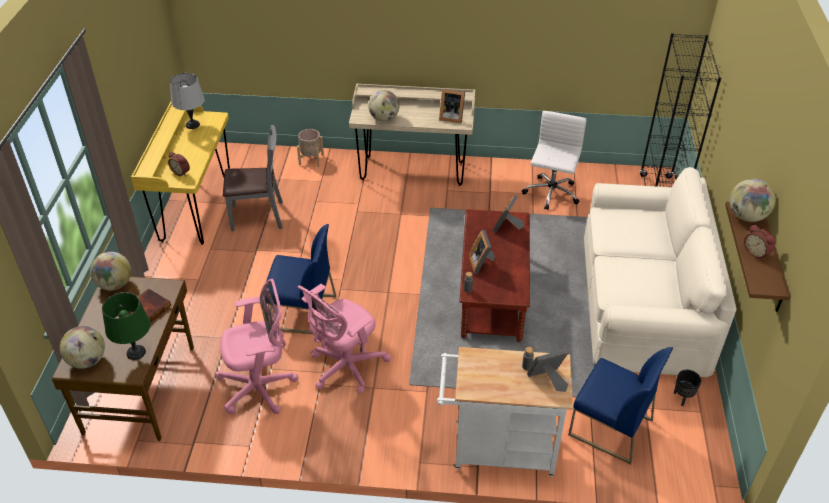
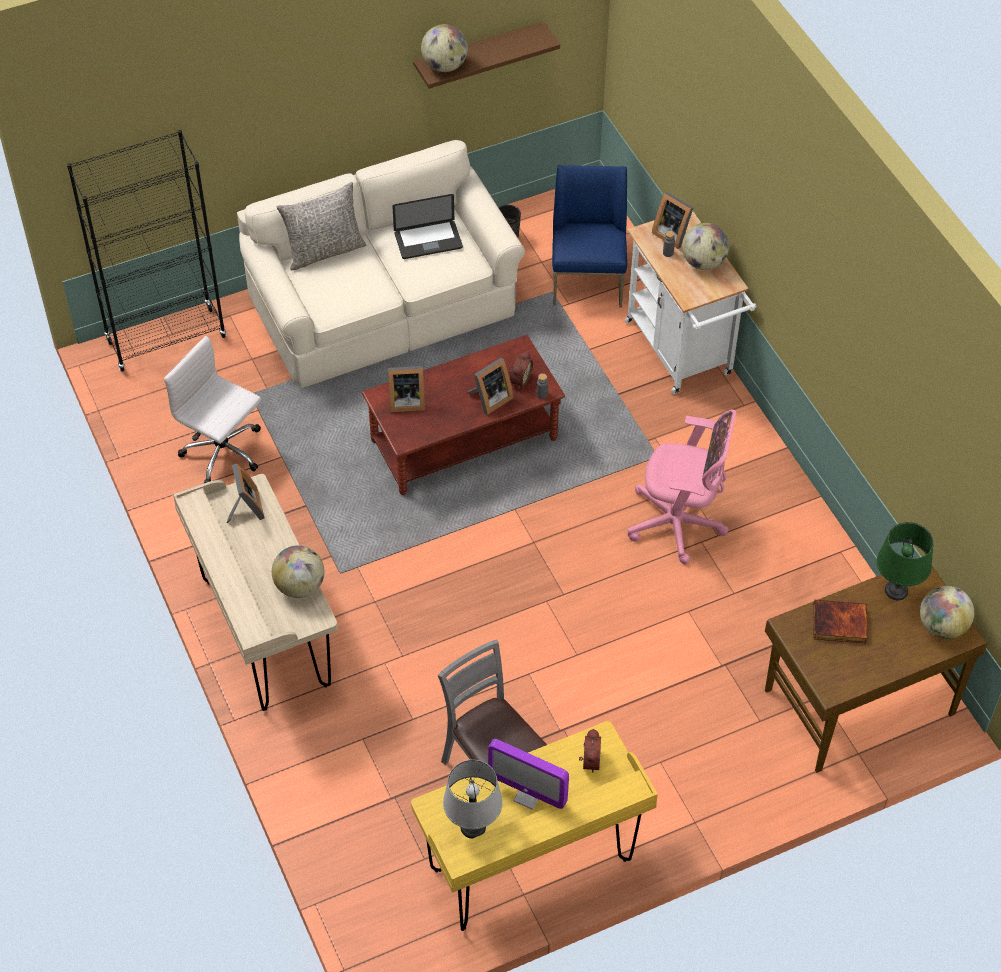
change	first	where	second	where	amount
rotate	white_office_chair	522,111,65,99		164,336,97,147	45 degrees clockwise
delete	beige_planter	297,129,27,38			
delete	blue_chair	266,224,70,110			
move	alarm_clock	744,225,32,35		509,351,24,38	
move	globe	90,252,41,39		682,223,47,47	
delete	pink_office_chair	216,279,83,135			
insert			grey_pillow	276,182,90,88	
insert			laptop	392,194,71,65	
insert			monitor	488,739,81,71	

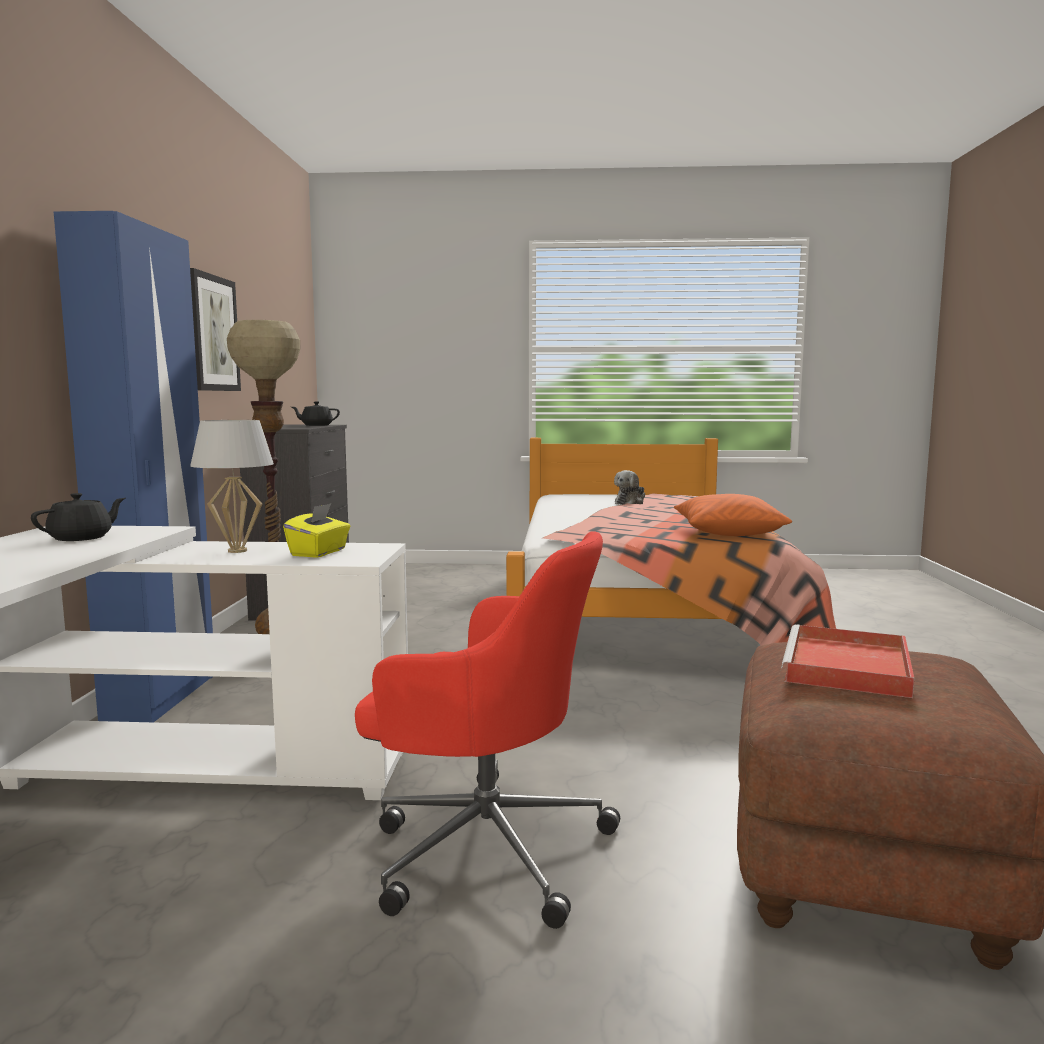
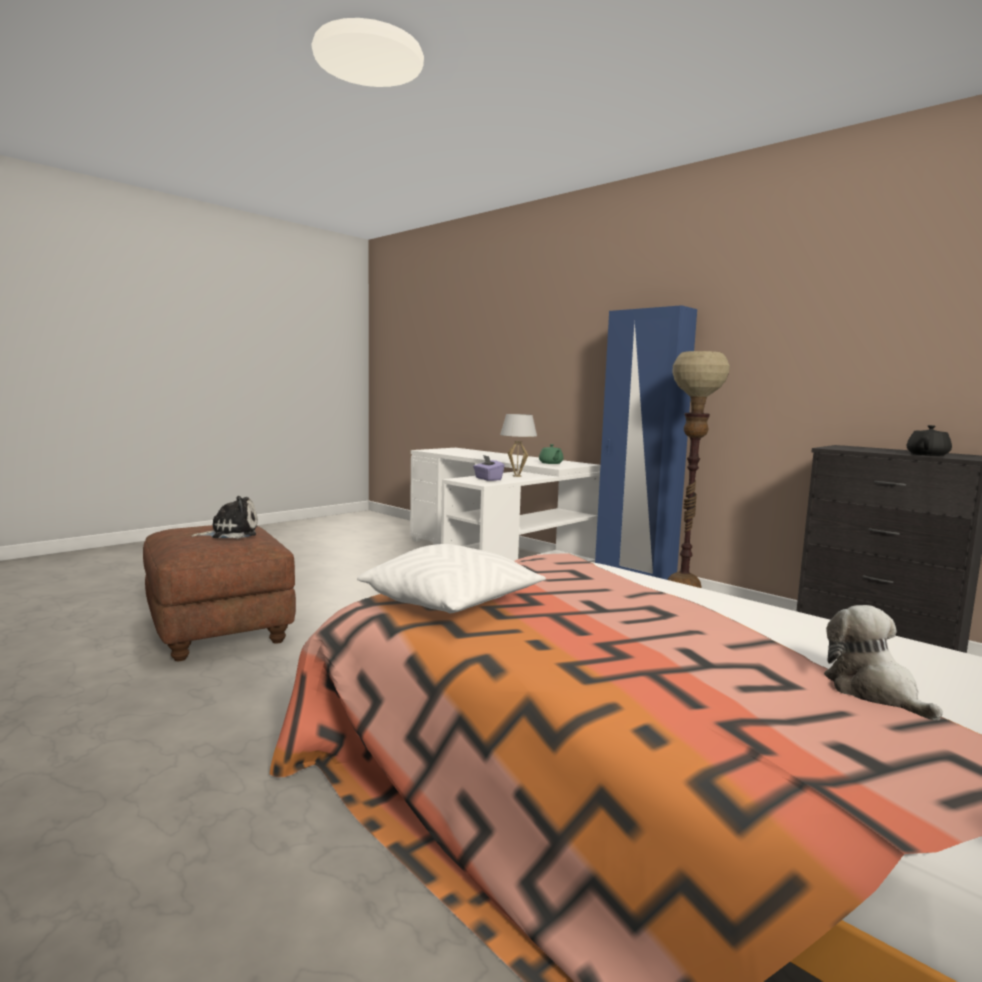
change	first	where	second	where	amount
delete	picture	190,268,51,123			
recolor	black_teapot	31,493,94,48	green_teapot	539,444,24,20	
recolor	orange_pillow	674,494,118,42	white_pillow	357,544,189,69	
recolor	yellow_tissue_box	283,503,67,55	purple_tissue_box	473,455,31,26	
delete	red_office_chair	355,531,265,398			
replace	red_tray	781,625,133,73	plush_toy	192,496,66,43	

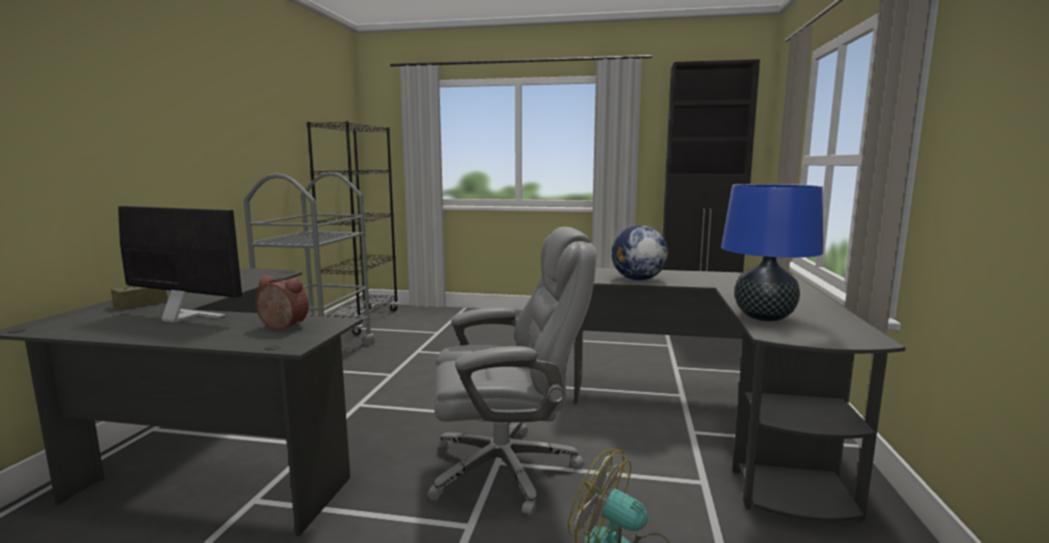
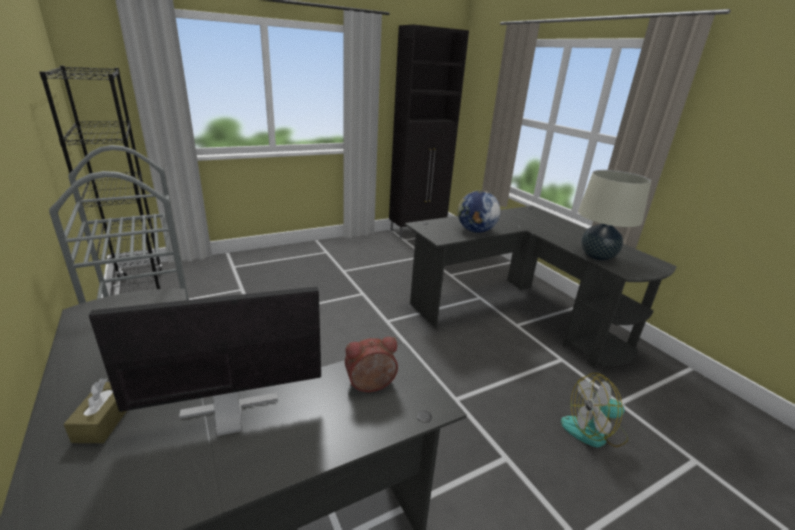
change	first	where	second	where	amount
recolor	blue_table_lamp	721,184,102,138	beige_table_lamp	578,170,73,91	
delete	grey_office_chair	427,227,169,290			

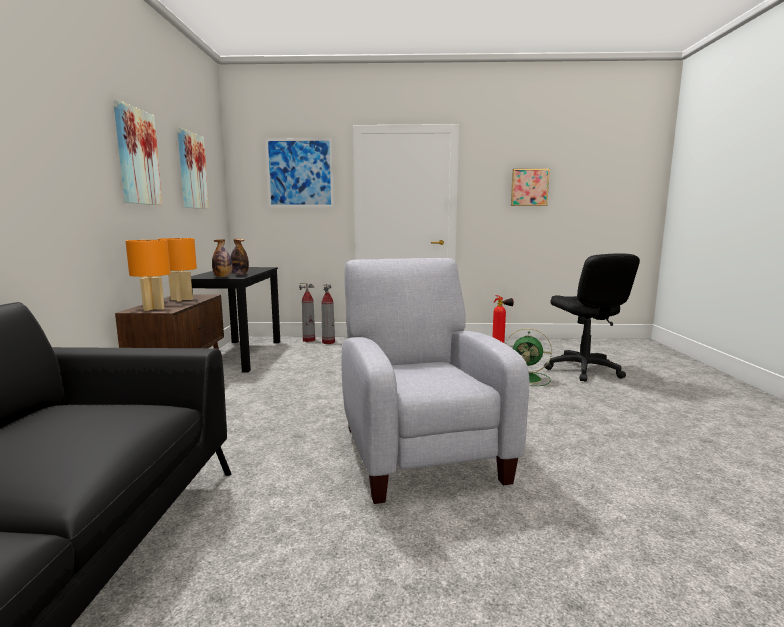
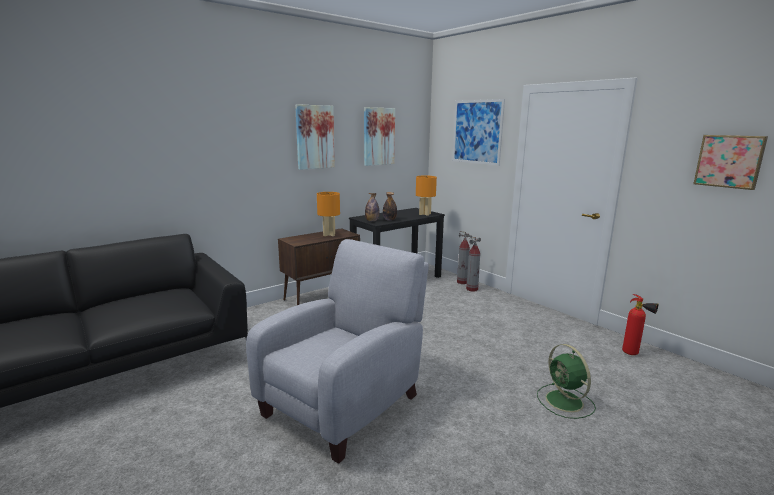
change	first	where	second	where	amount
move	orange_table_lamp	125,240,46,71		416,176,21,40	
delete	black_office_chair	544,253,96,129			

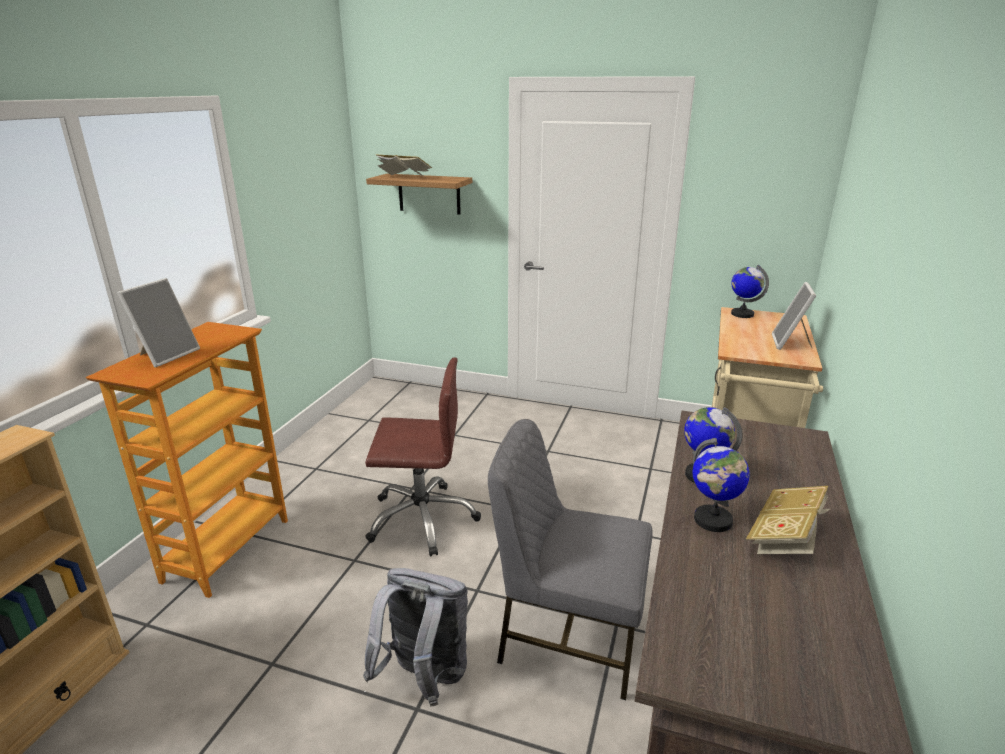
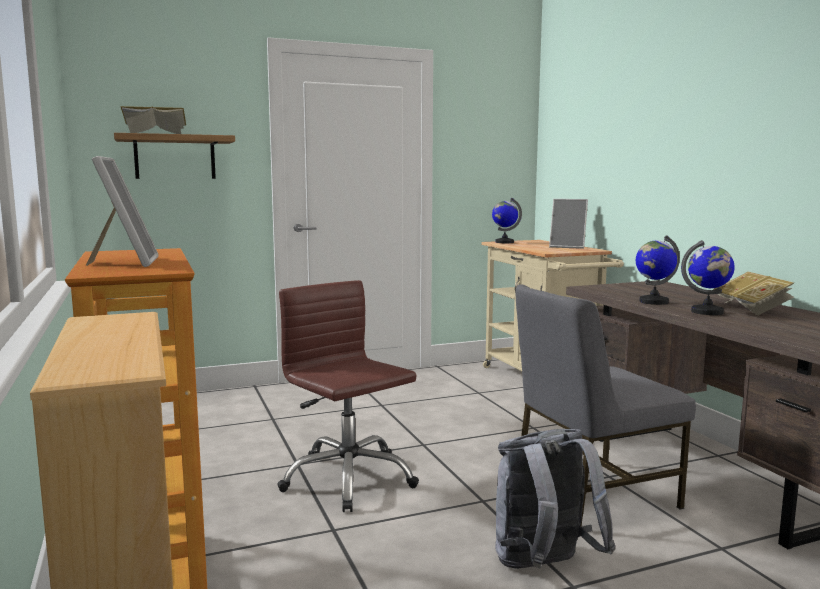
change	first	where	second	where	amount
rotate	picture_frame	772,282,44,68		549,199,39,50	45 degrees counterclockwise
rotate	brown_office_chair	365,357,116,200		277,280,142,232	90 degrees counterclockwise

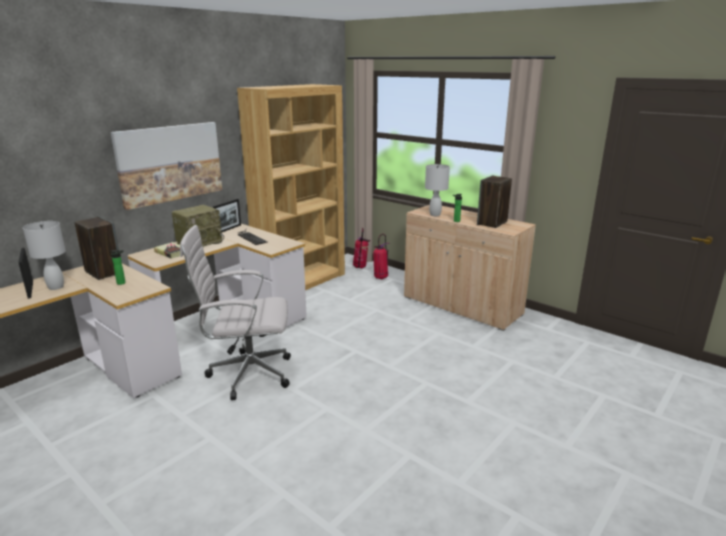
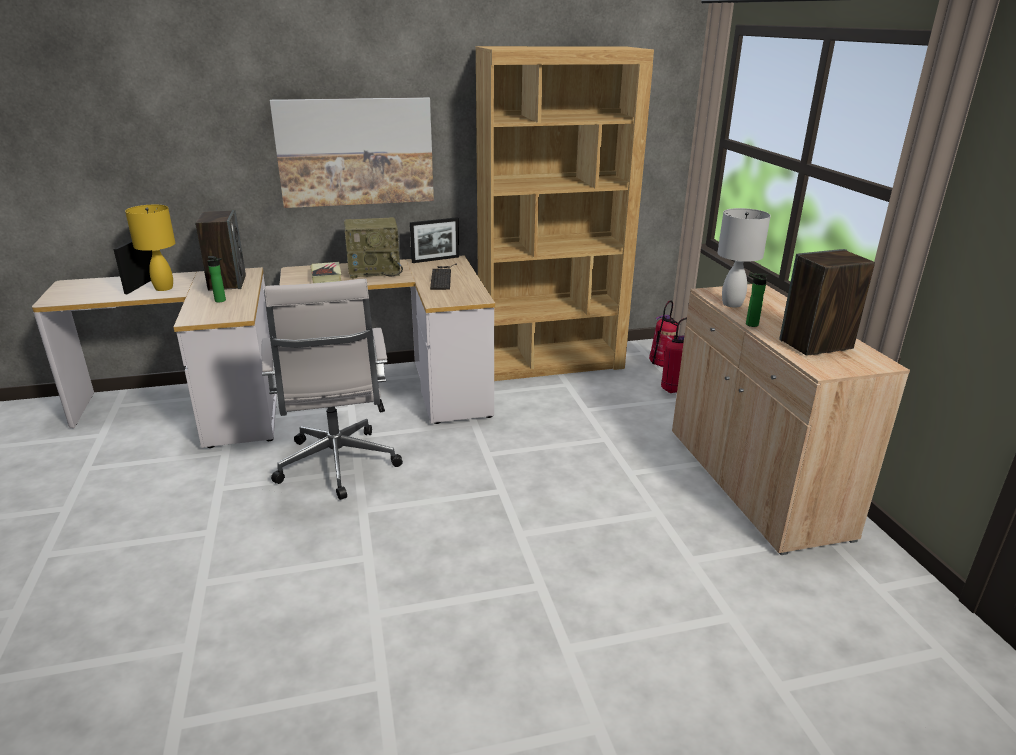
change	first	where	second	where	amount
recolor	white_table_lamp	23,221,43,69	yellow_table_lamp	125,205,50,86	
rotate	white_office_chair	180,225,111,175		262,279,141,221	135 degrees counterclockwise

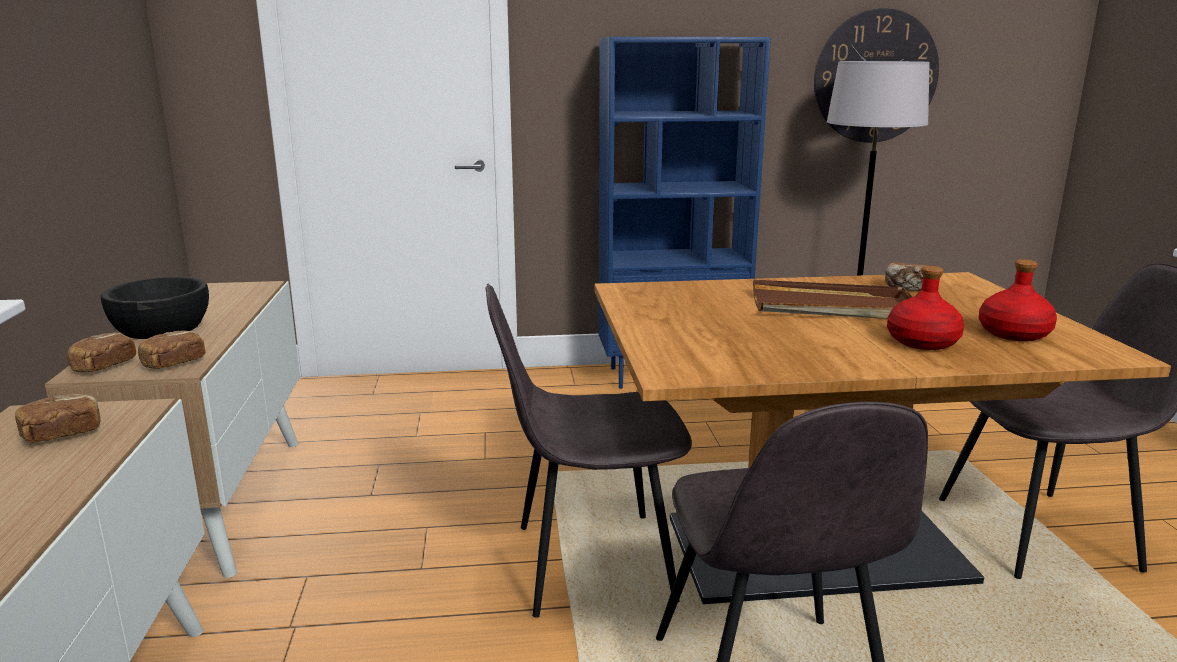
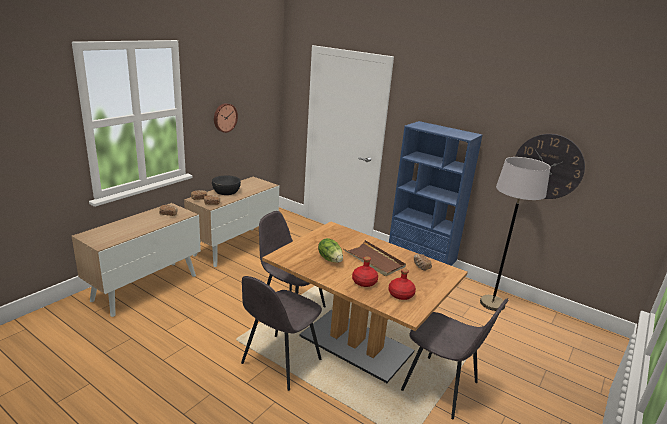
change	first	where	second	where	amount
insert			wall_clock	214,103,24,30	
insert			lettuce	318,238,25,25	

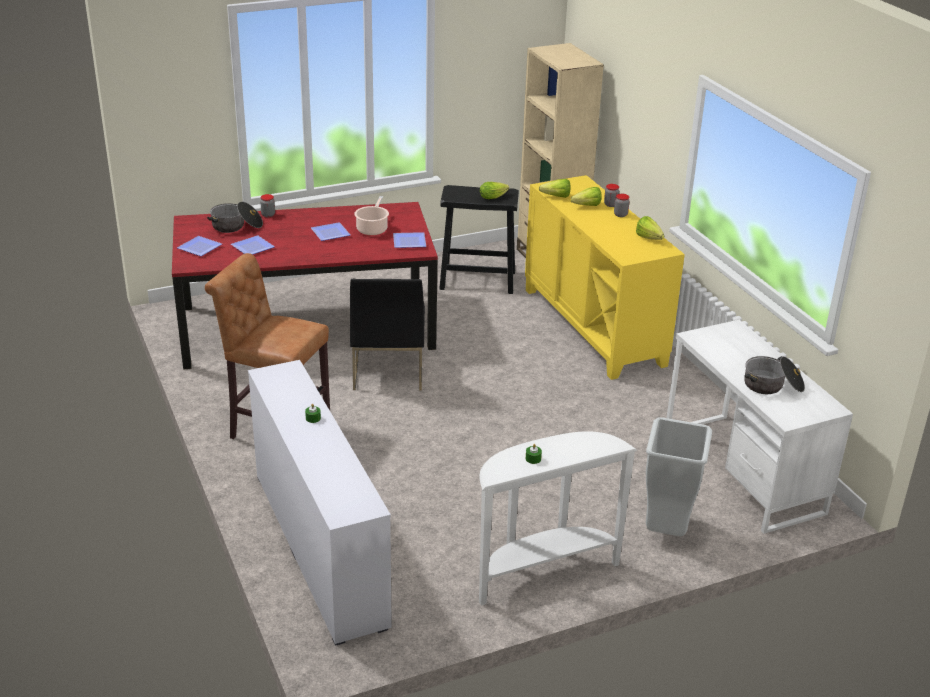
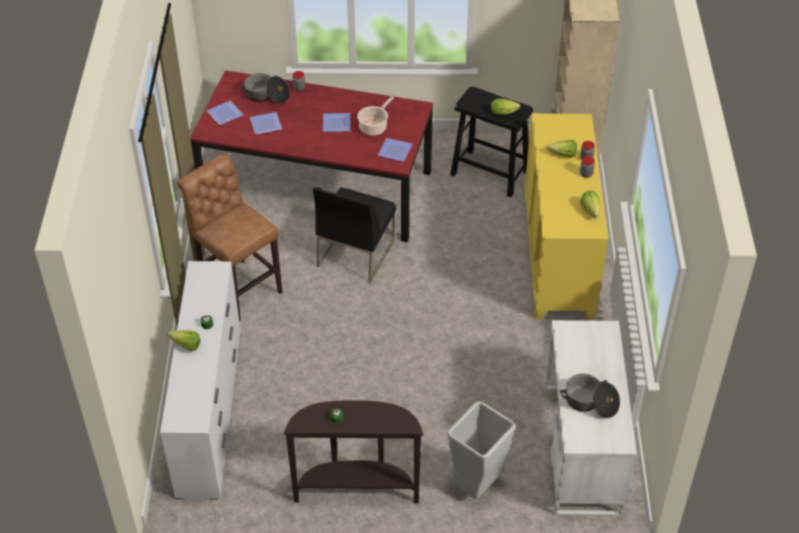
change	first	where	second	where	amount
move	lettuce	539,179,32,19		167,330,34,21	
recolor	white_console_table	479,431,158,175	brown_console_table	283,400,140,104	

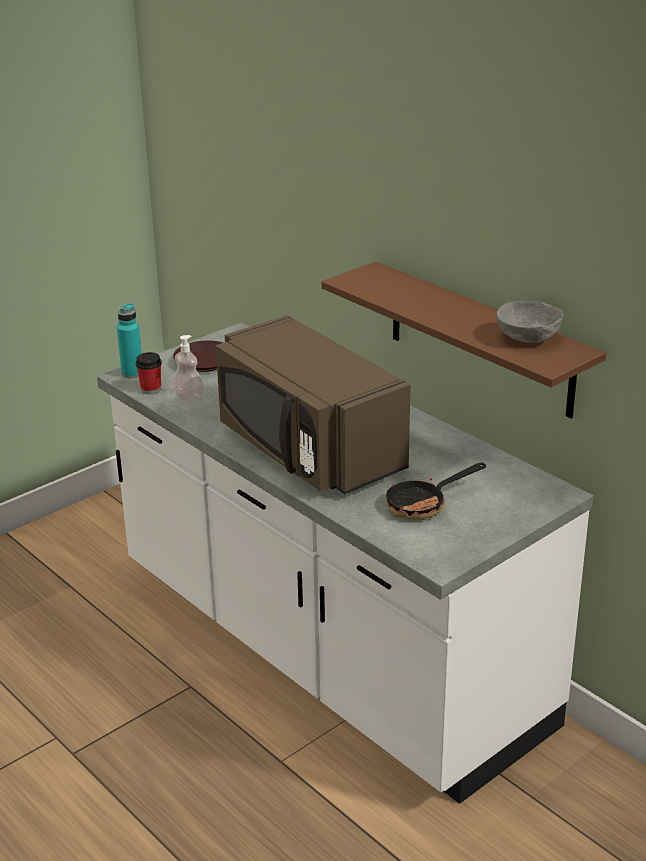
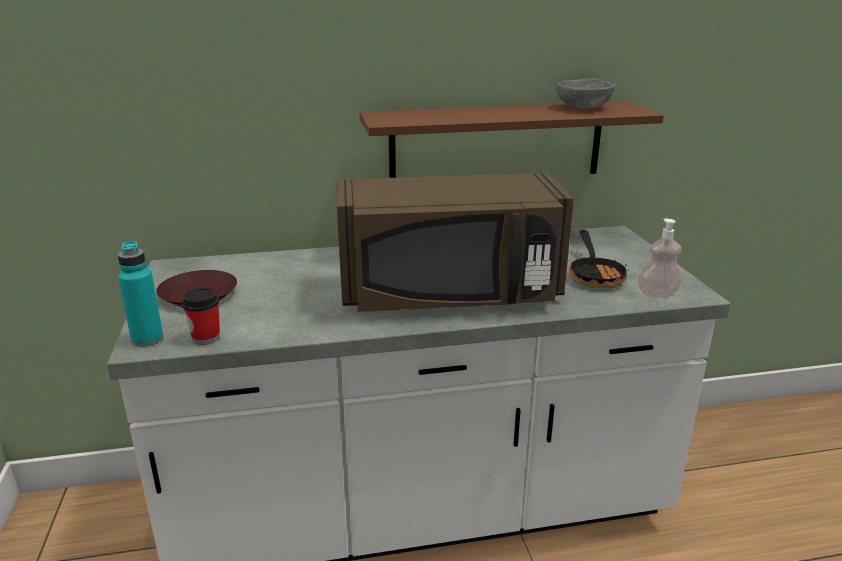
change	first	where	second	where	amount
move	soap_dispenser	172,335,32,67		638,218,45,80	

